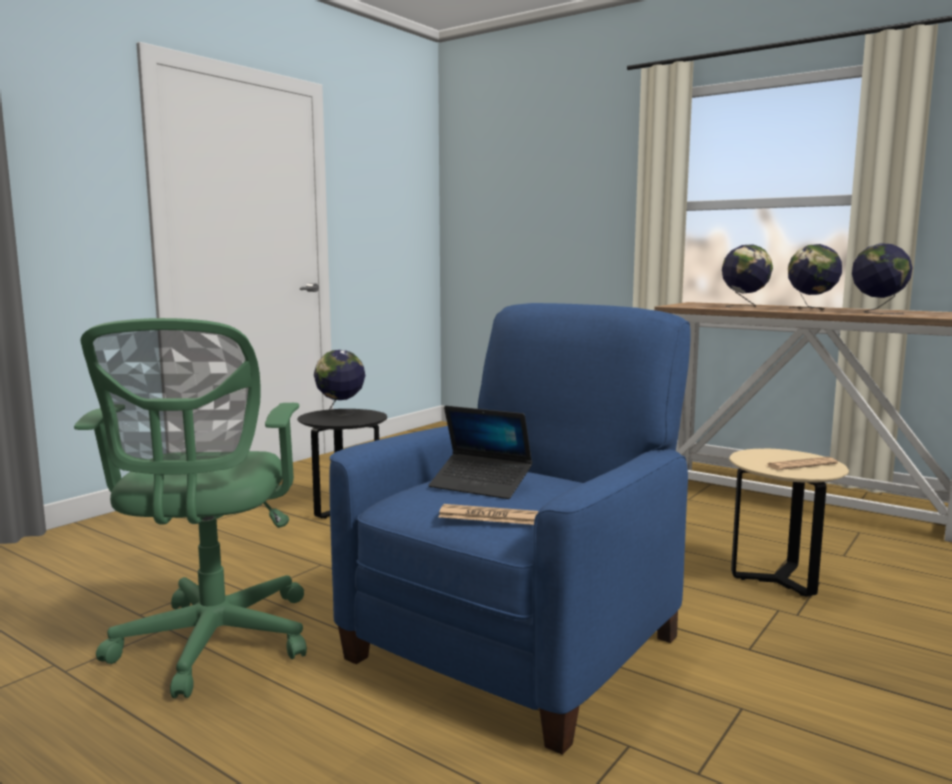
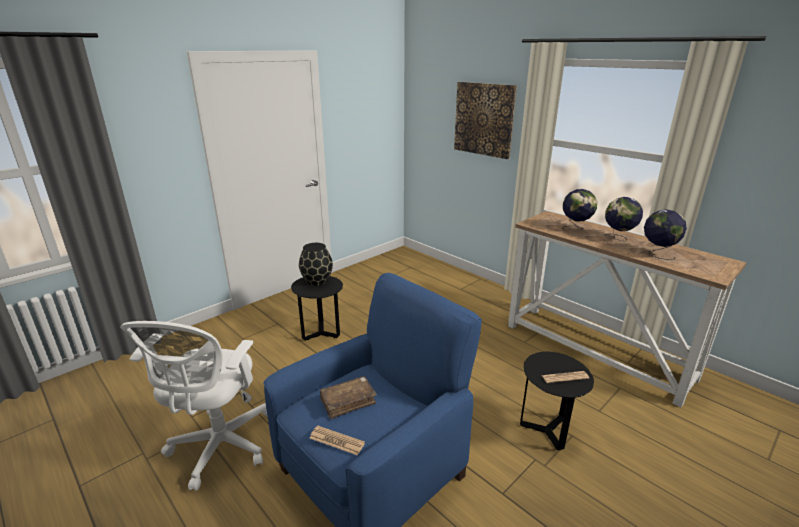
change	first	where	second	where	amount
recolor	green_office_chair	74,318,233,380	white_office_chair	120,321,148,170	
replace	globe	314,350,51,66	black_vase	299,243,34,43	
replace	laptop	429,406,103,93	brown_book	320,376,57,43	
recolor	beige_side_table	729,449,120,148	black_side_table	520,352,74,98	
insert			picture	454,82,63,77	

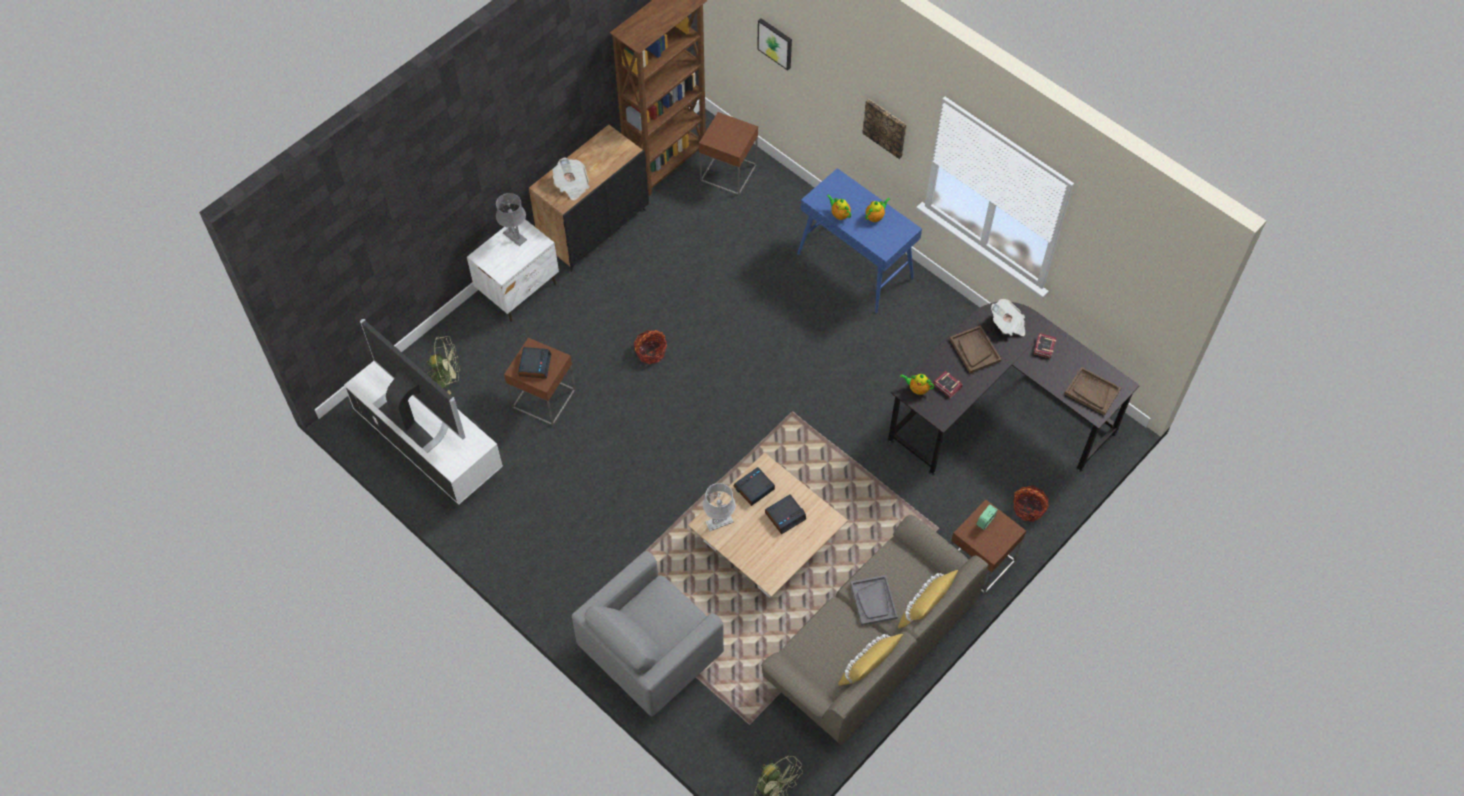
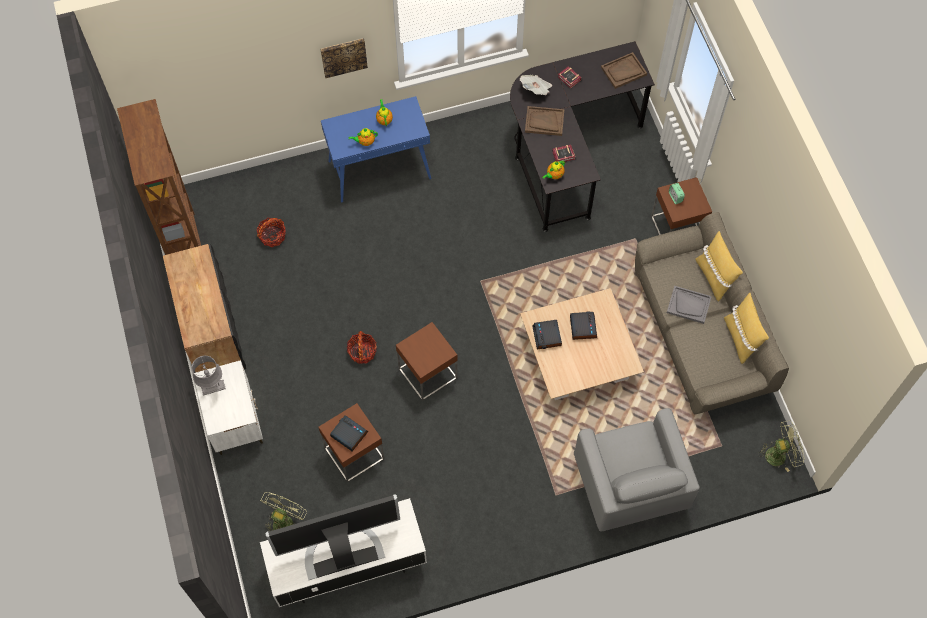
change	first	where	second	where	amount
delete	picture	757,18,35,53			
move	brown_side_table	699,112,59,83		396,322,62,79	
delete	newspaper	552,158,38,42			
delete	grey_table_lamp	703,483,33,48			
move	basket	1013,486,36,36		256,218,30,29	

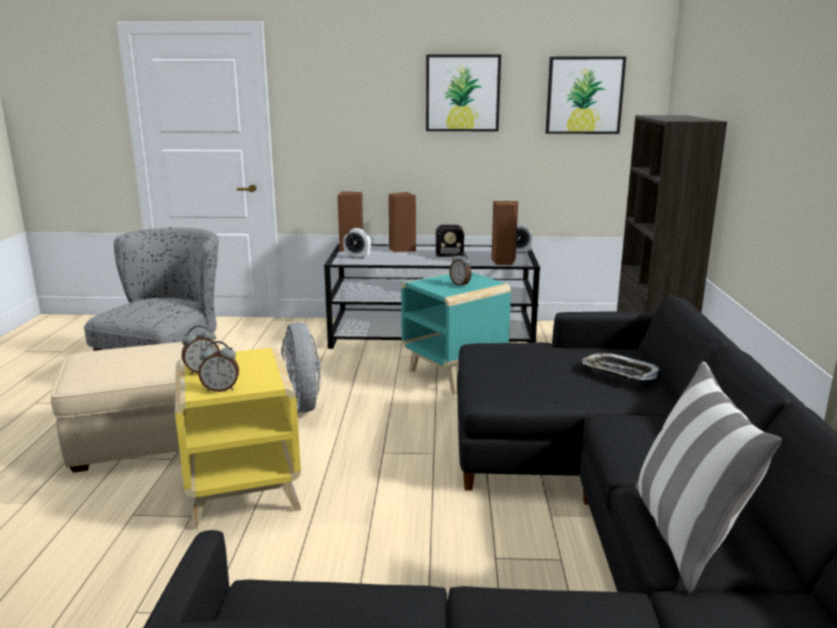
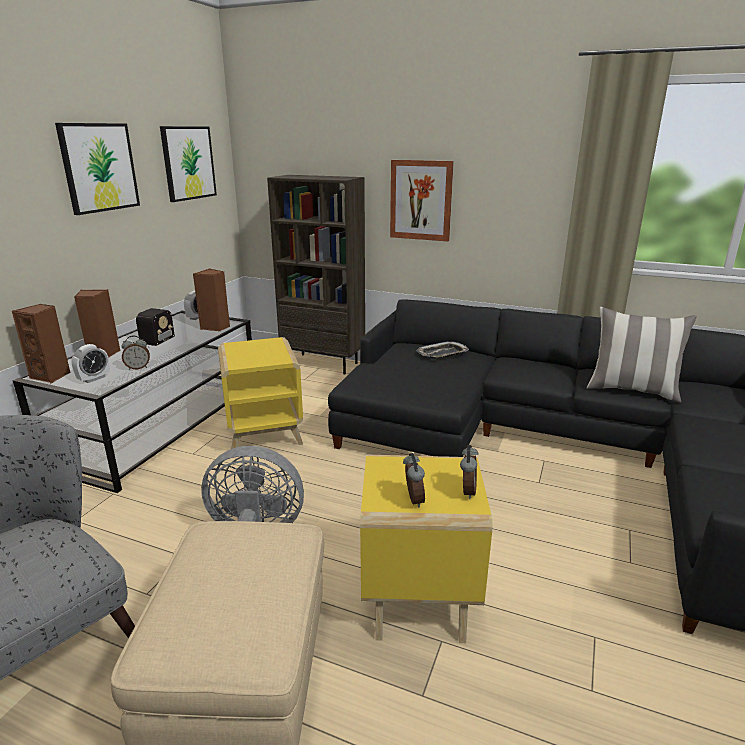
change	first	where	second	where	amount
move	alarm_clock	450,252,21,35		121,336,29,34	
recolor	turquoise_side_table	401,272,110,123	yellow_side_table	218,337,85,112	
insert			picture	390,160,64,81	

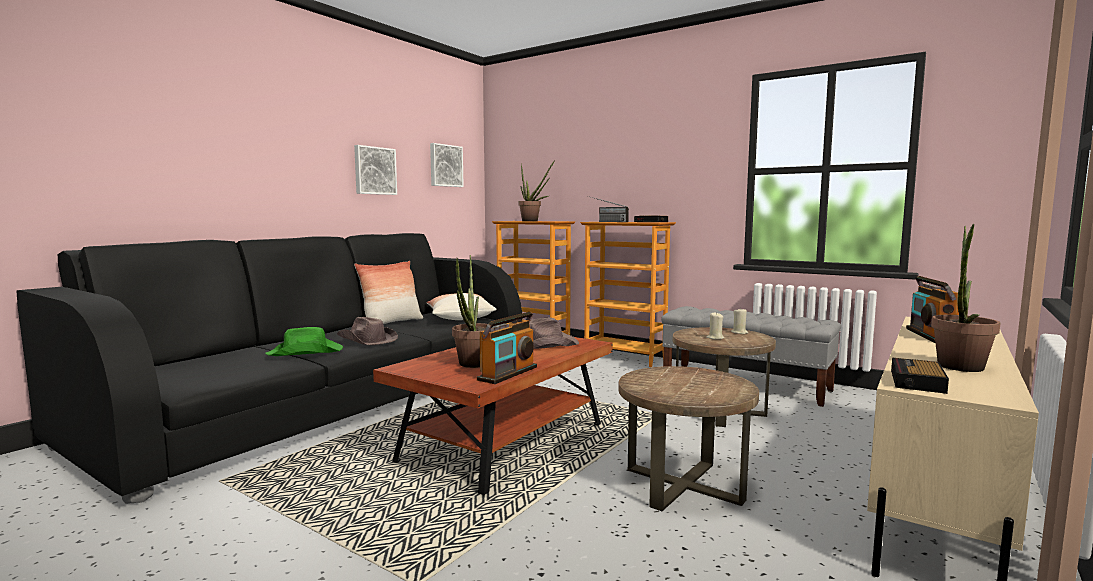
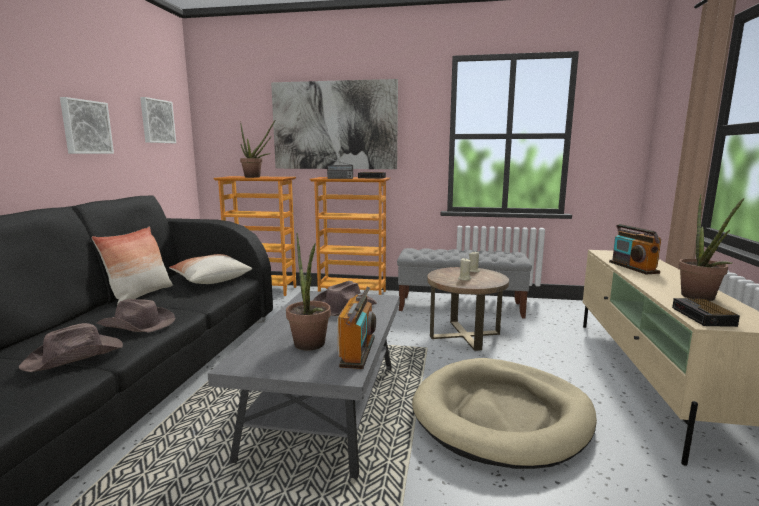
change	first	where	second	where	amount
recolor	green_hat	265,327,78,29	brown_hat	19,323,104,49	
recolor	brown_coffee_table	373,337,240,158	grey_coffee_table	208,291,192,188	
replace	brown_side_table	618,366,141,145	beige_dog_bed	412,358,185,111	
insert			picture	271,79,127,90	

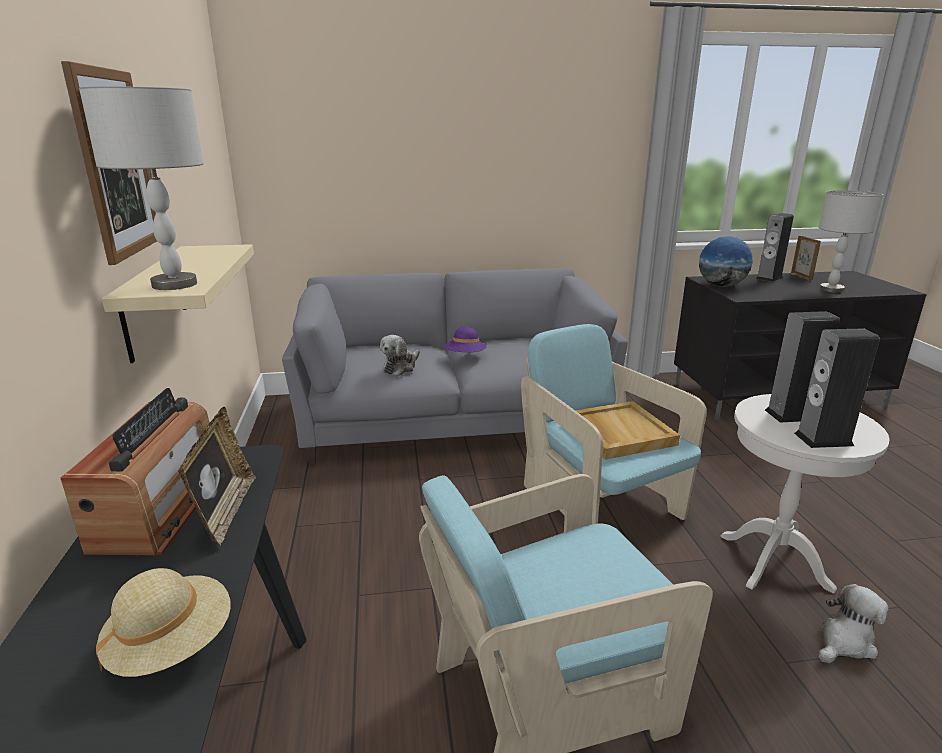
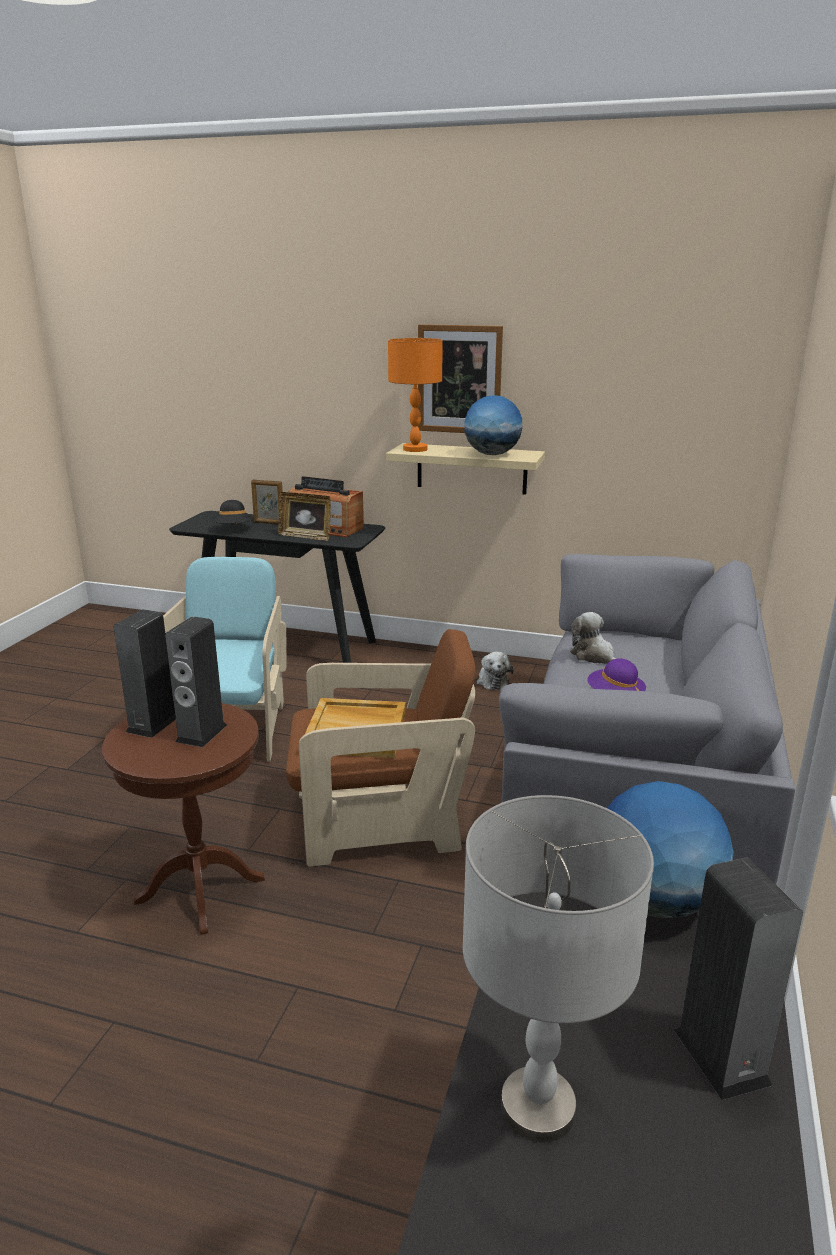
change	first	where	second	where	amount
recolor	grey_table_lamp	79,86,125,204	orange_table_lamp	388,338,55,114	
move	picture_frame	791,236,30,44		251,480,32,44	
recolor	turquoise_armchair	521,324,186,201	brown_armchair	286,629,189,237	
recolor	white_side_table	720,394,170,200	brown_side_table	102,703,163,232	
recolor	beige_hat	96,568,135,109	black_hat	212,500,42,24	
move	plush_toy	818,584,70,79		477,652,37,38	
insert			globe	464,395,58,60	

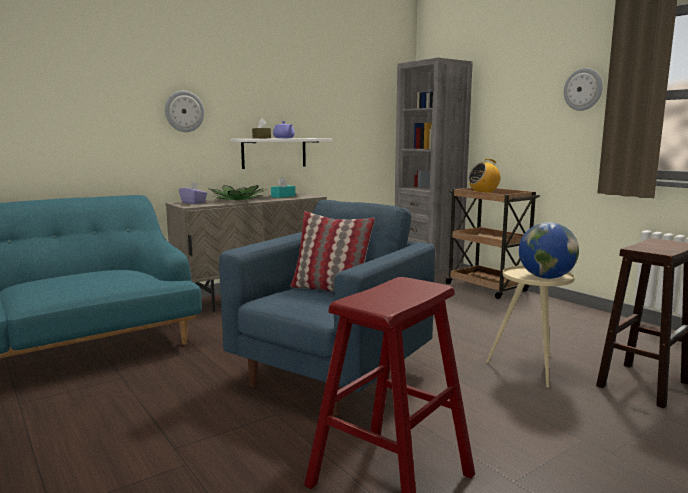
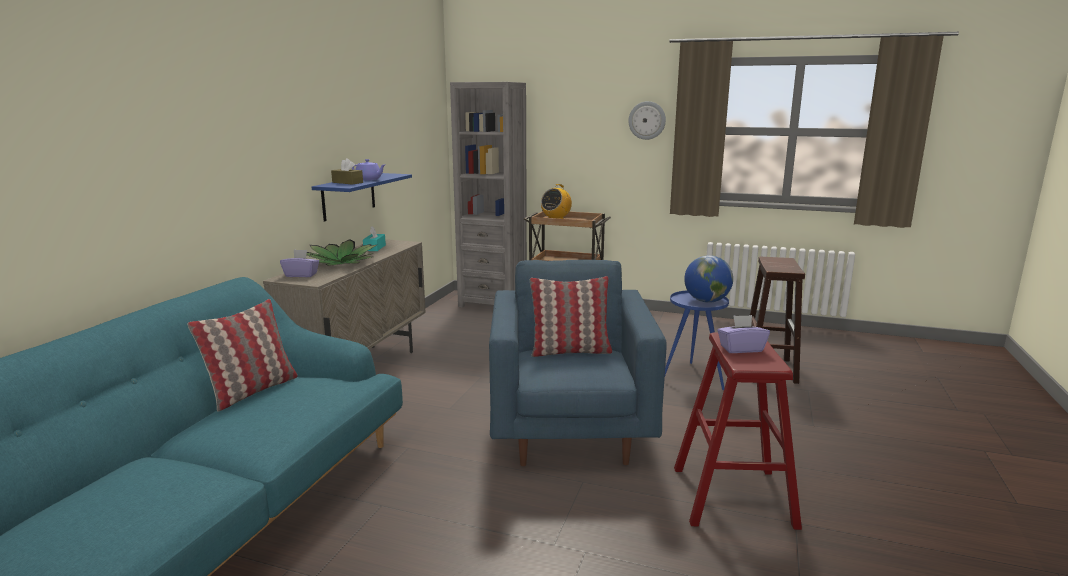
change	first	where	second	where	amount
delete	wall_clock	165,91,39,41			
recolor	white_shelf	231,138,101,31	blue_shelf	312,173,100,49	
recolor	beige_side_table	486,265,89,123	blue_side_table	665,290,64,100	
insert			pillow	187,299,111,112	
insert			purple_tissue_box	717,315,53,38	

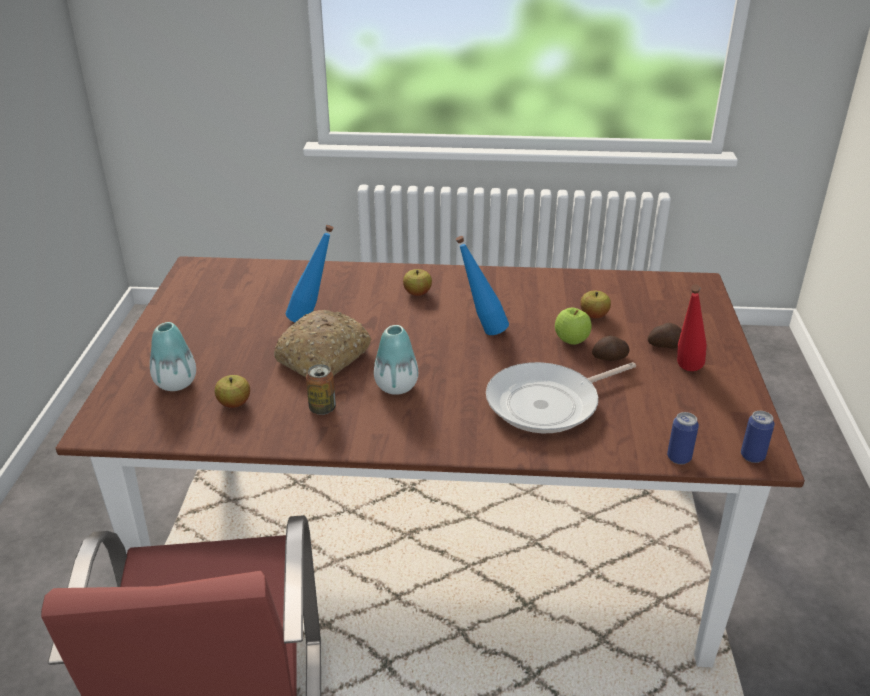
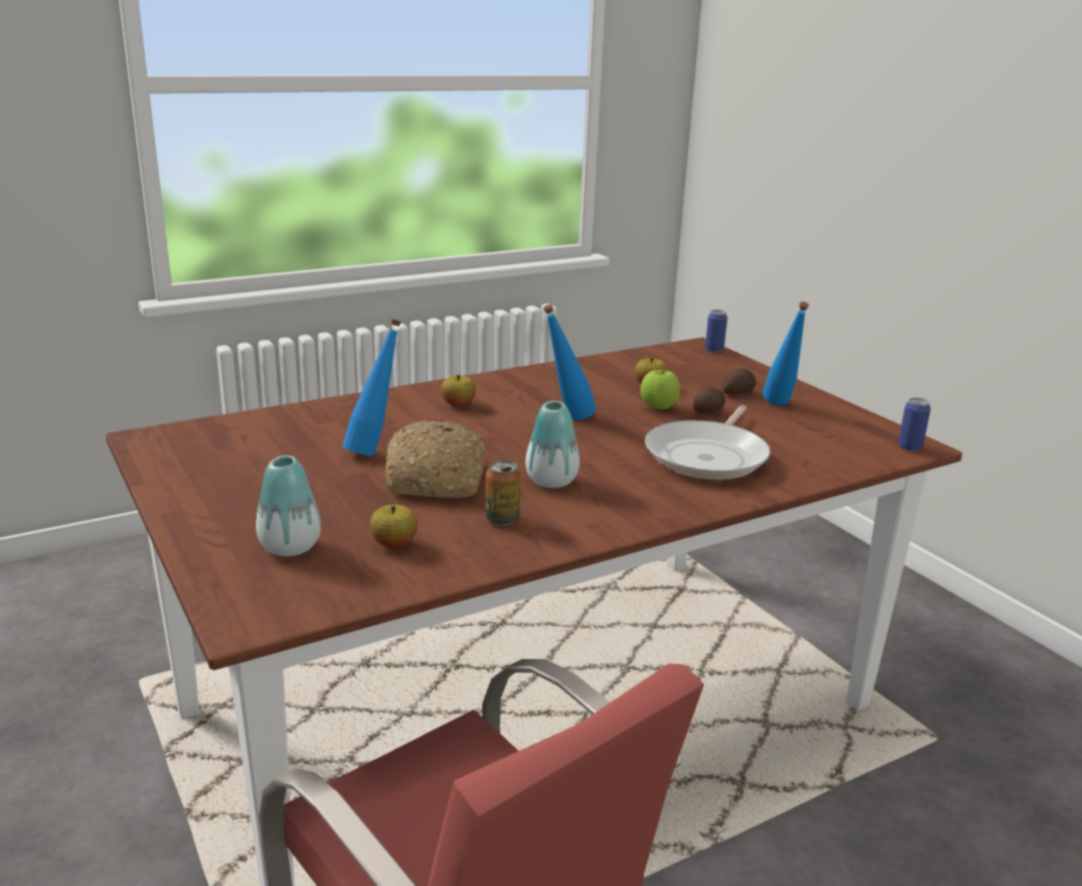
change	first	where	second	where	amount
recolor	red_bottle	677,284,30,87	blue_bottle	763,302,46,103	
move	can	667,412,32,52		705,310,23,42	

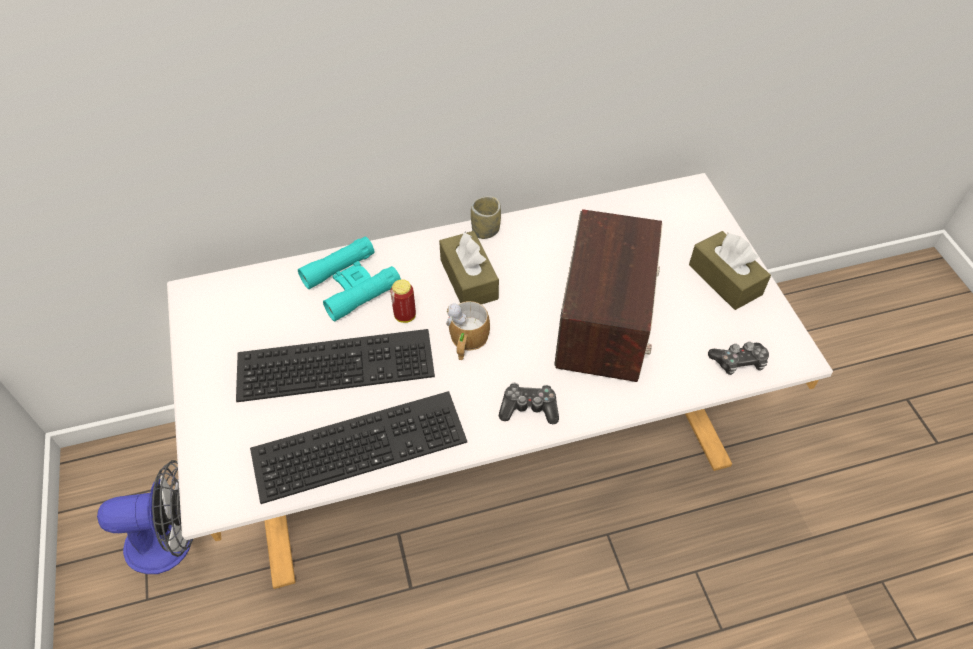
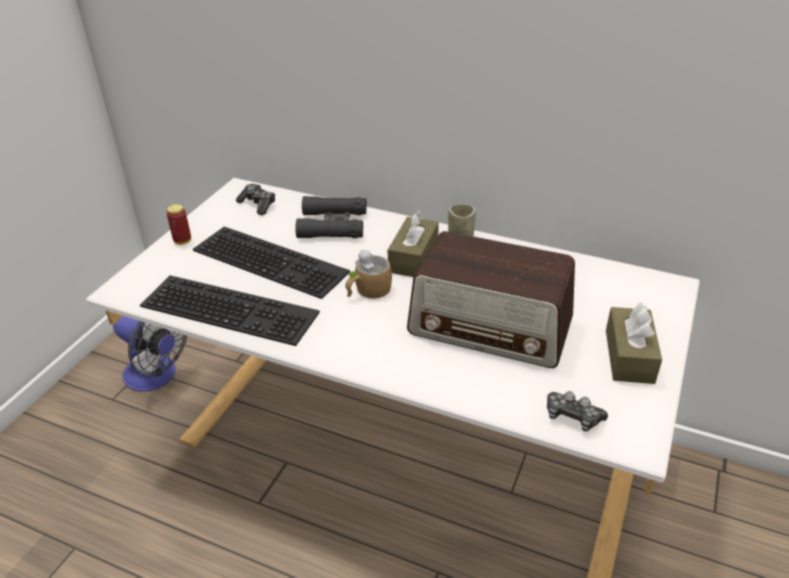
change	first	where	second	where	amount
rotate	radio	554,209,108,173		407,231,168,137	60 degrees clockwise
recolor	turquoise_binoculars	298,237,103,84	black_binoculars	295,196,72,42	
move	can	390,279,26,44		167,204,24,41	
move	game_controller	499,383,60,41		236,184,39,31	

